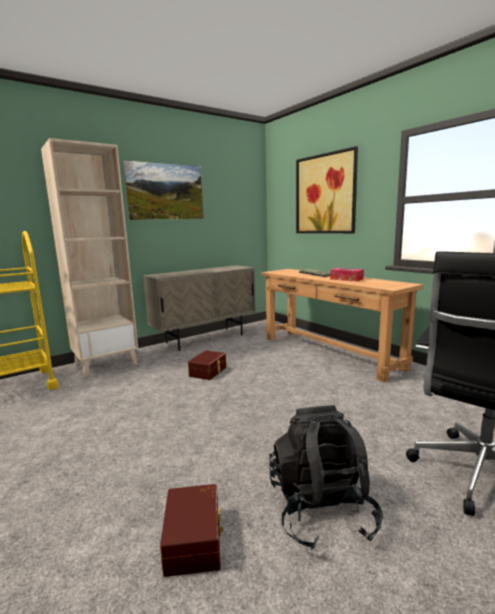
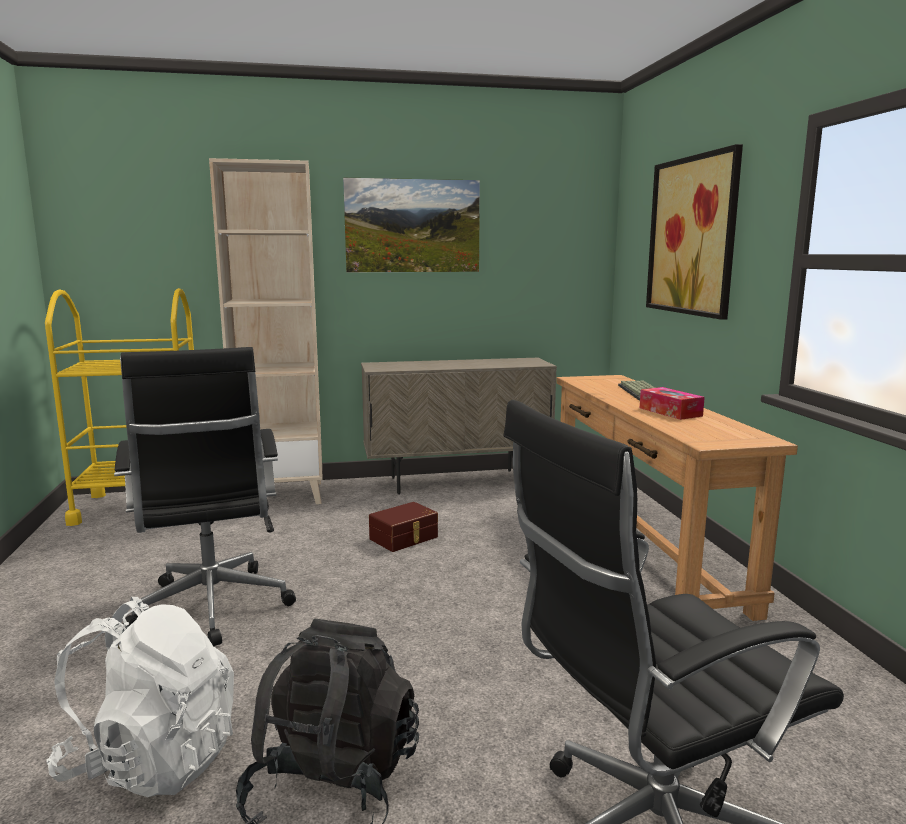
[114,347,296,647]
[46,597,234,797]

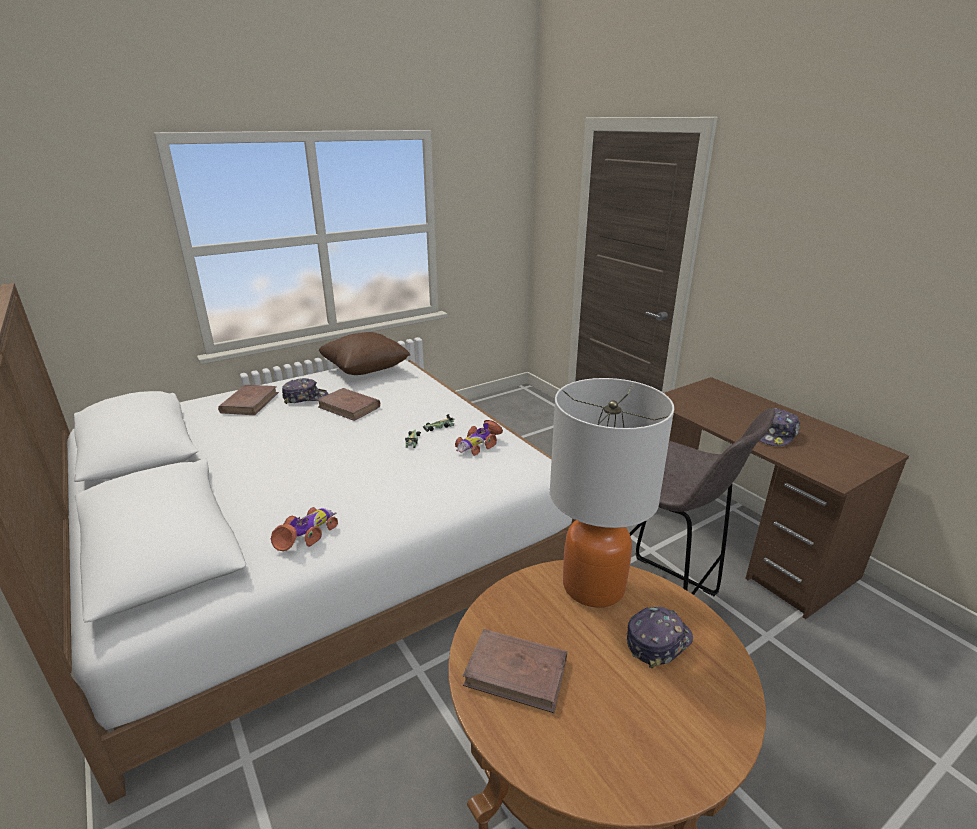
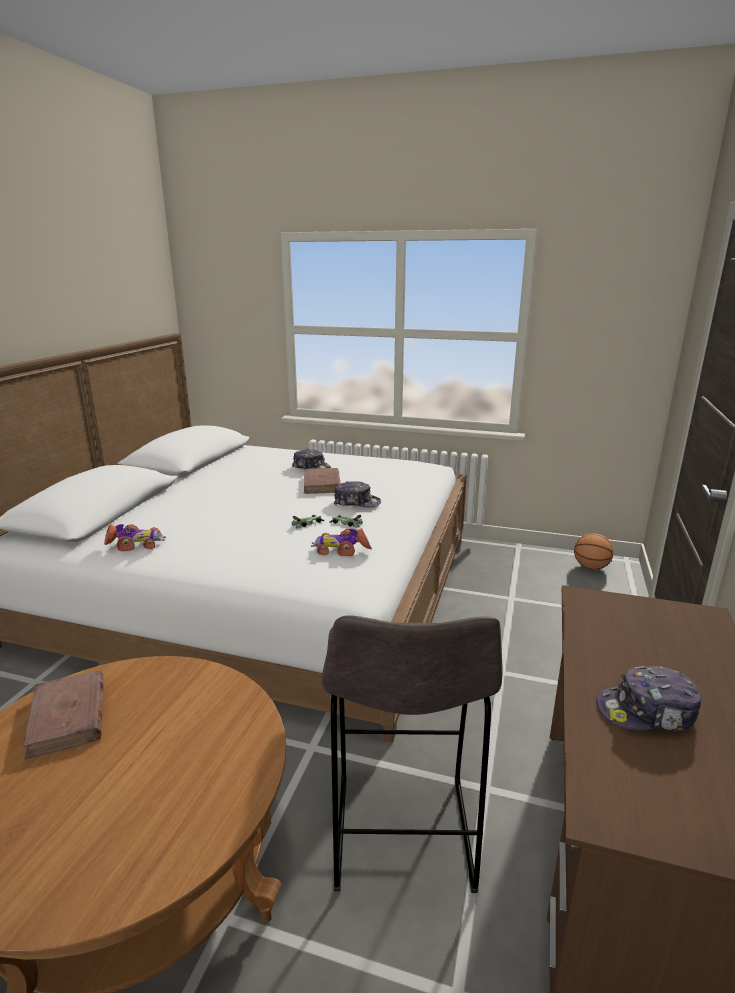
[218,385,279,415] (first image)
[319,332,410,375] (first image)
[550,378,674,608] (first image)
[574,533,614,570]
[334,481,381,507]

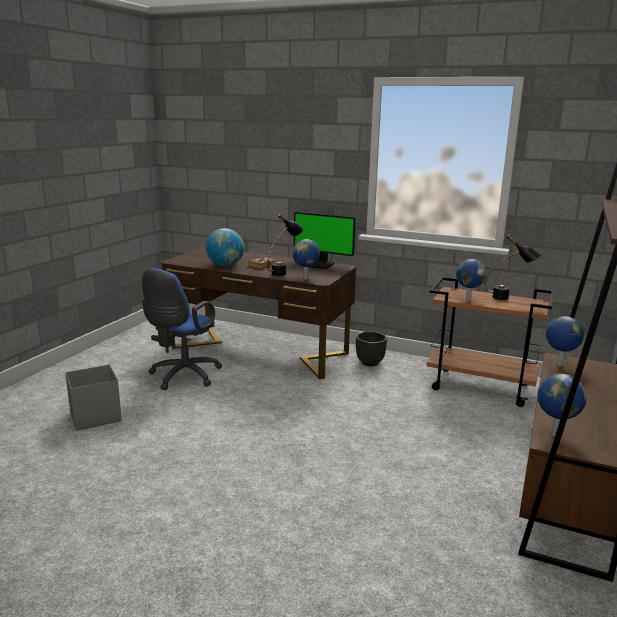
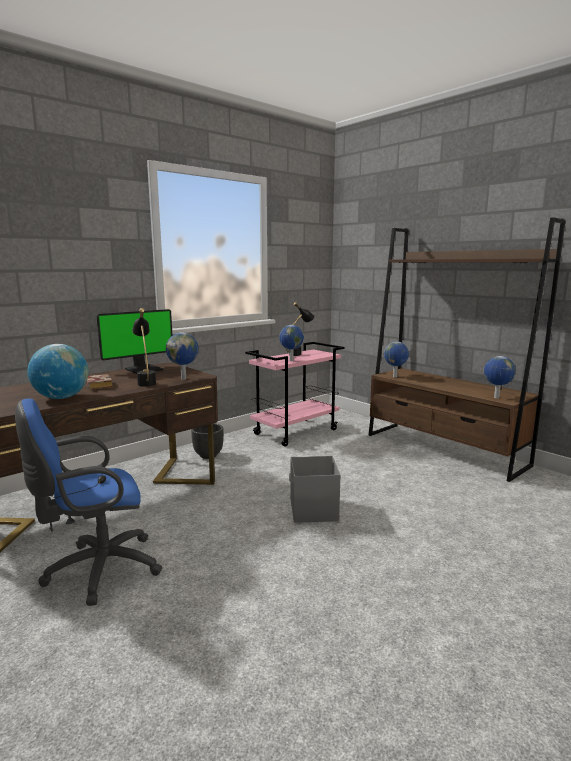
[289,456,340,523]
[245,342,344,447]
[15,398,162,606]

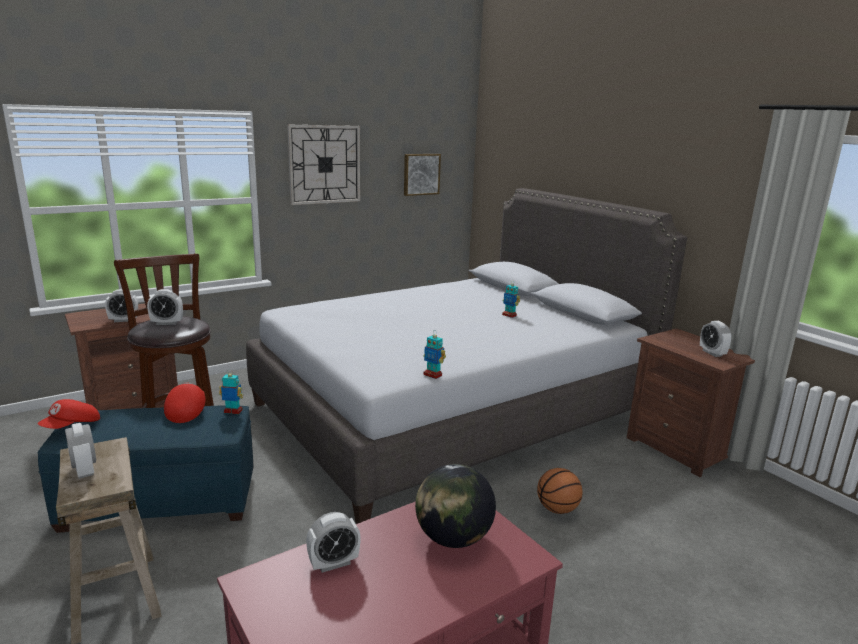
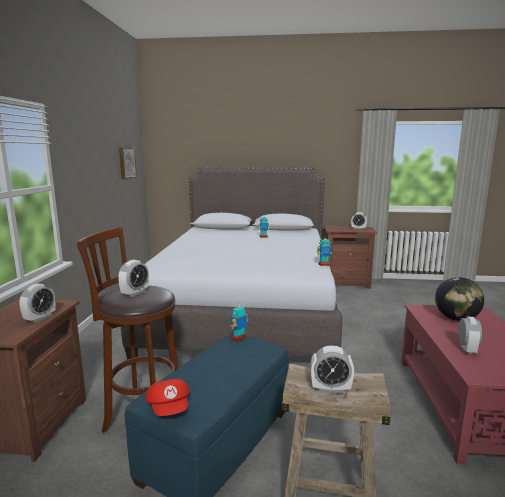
[164,383,206,423] (first image)
[287,125,360,205] (first image)
[537,468,583,514] (first image)

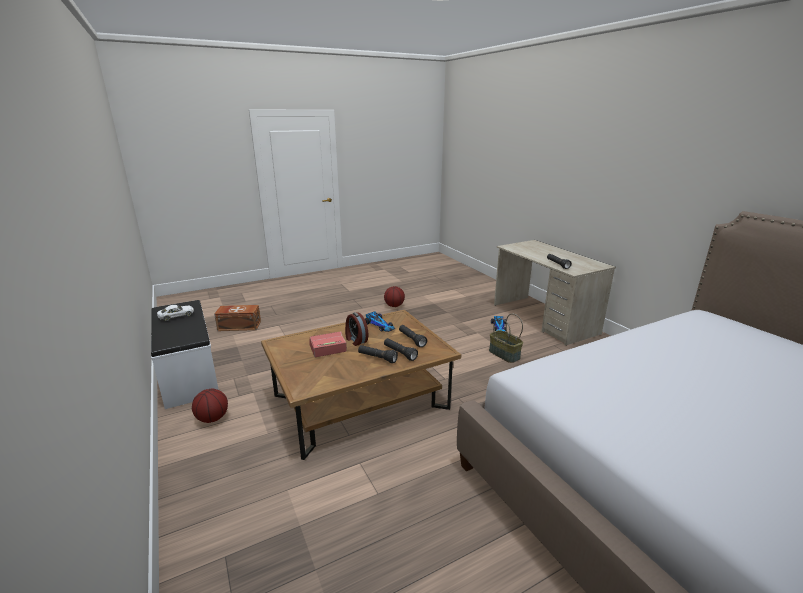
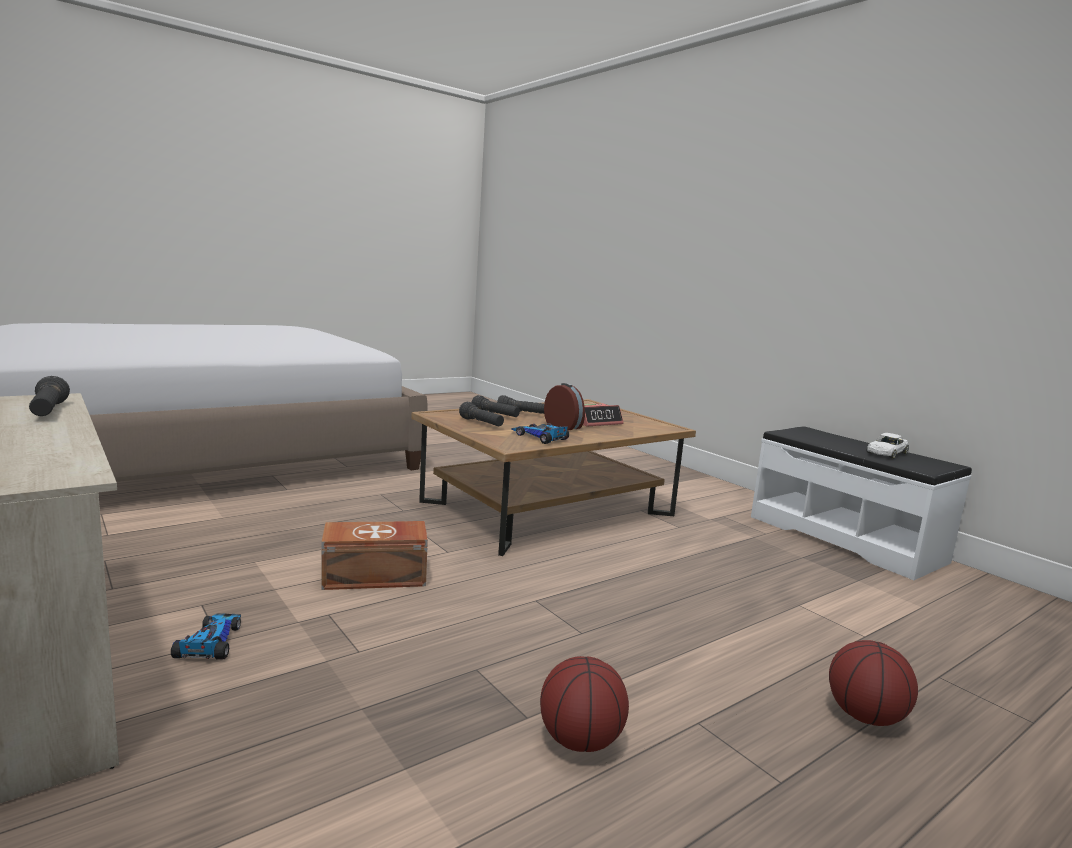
[489,314,523,363] (first image)
[829,640,918,726]
[321,521,428,590]

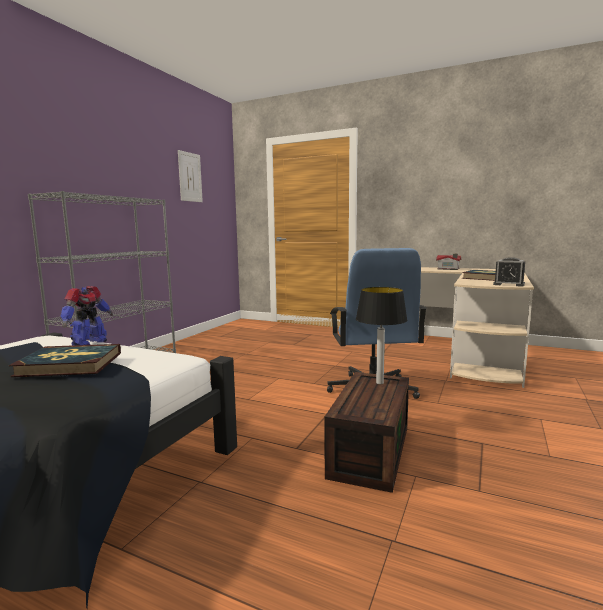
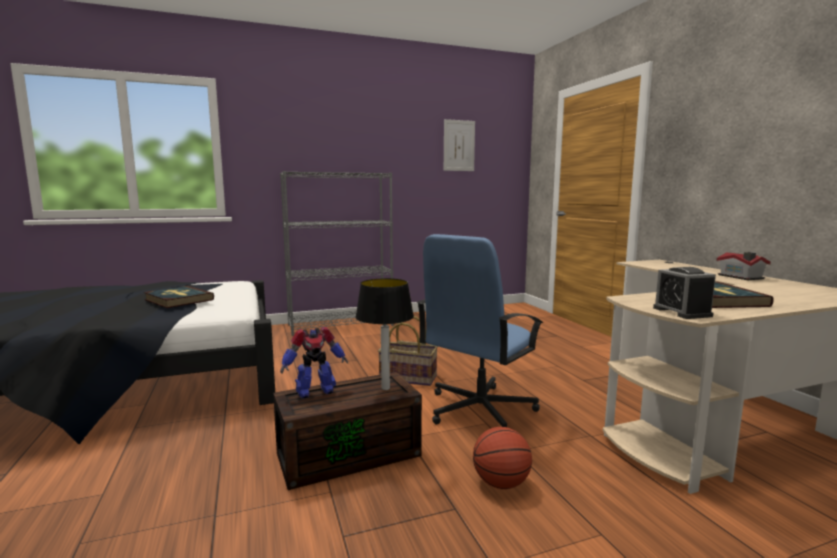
[378,316,438,386]
[473,427,532,489]
[280,327,348,398]

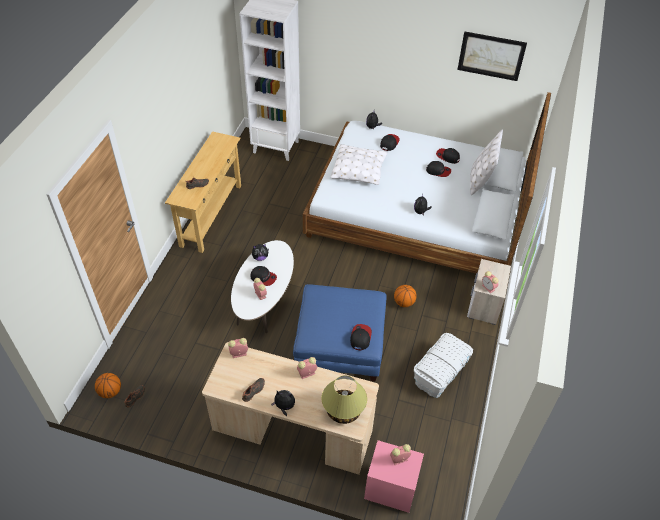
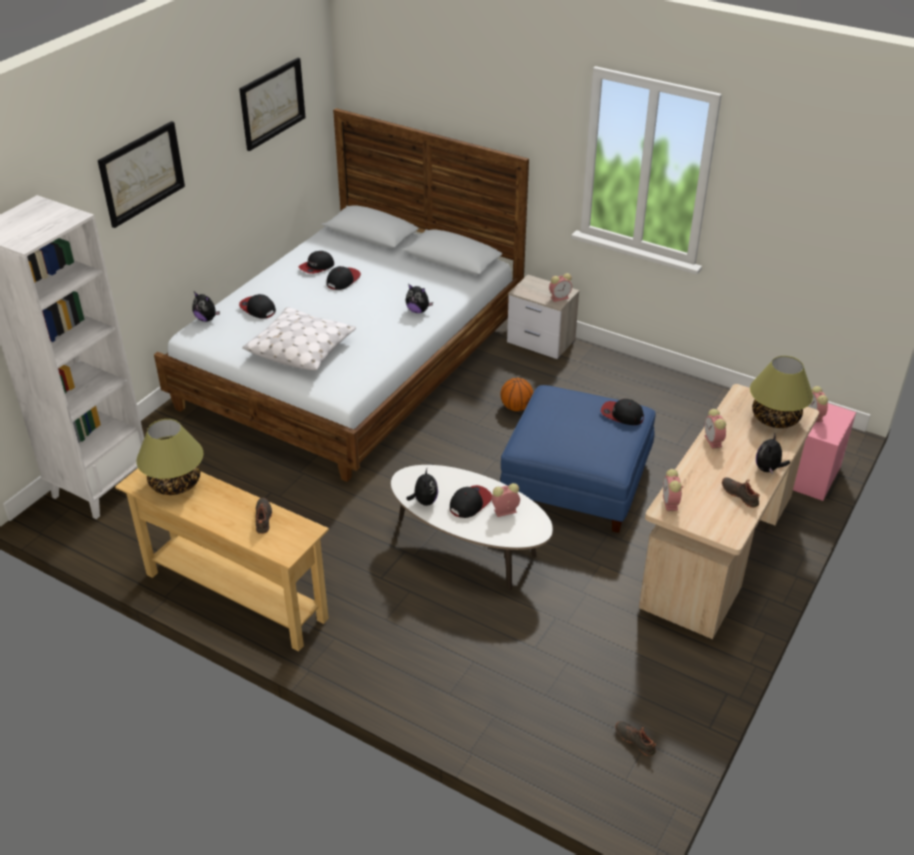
[95,373,121,398] (first image)
[414,333,473,398] (first image)
[470,129,503,195] (first image)
[98,121,185,228]
[136,419,204,495]

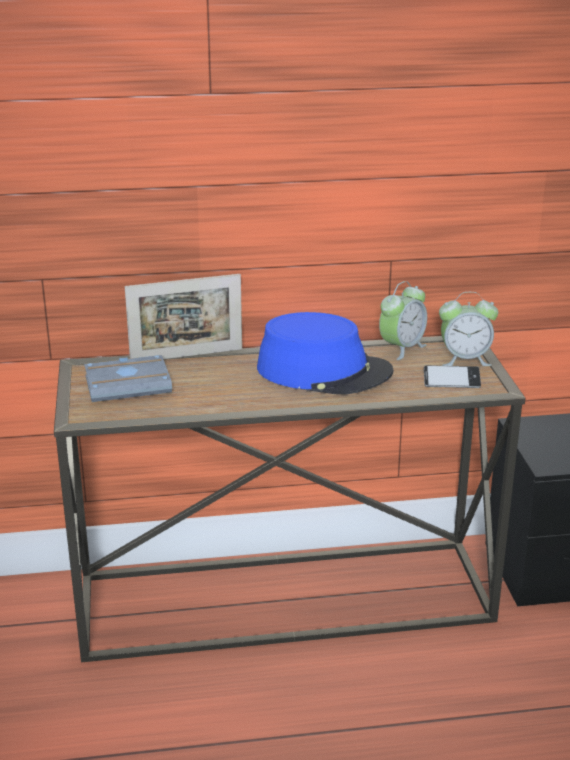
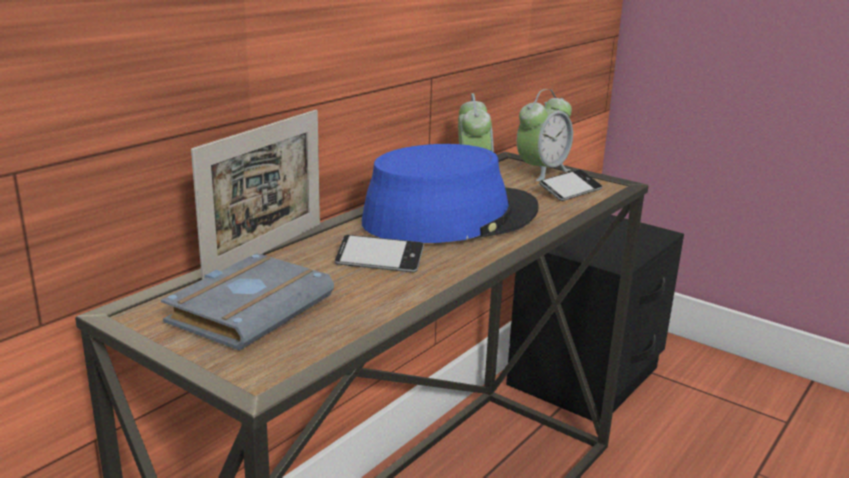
[335,235,424,272]

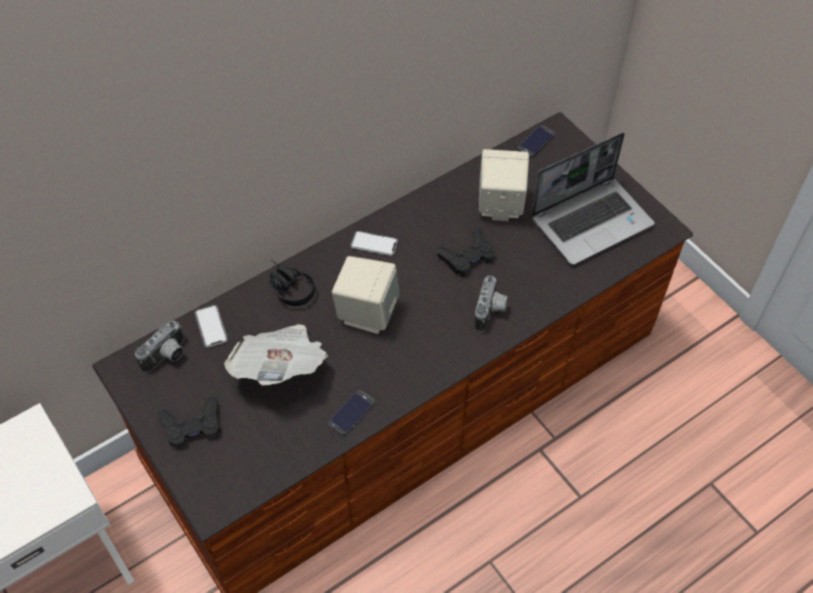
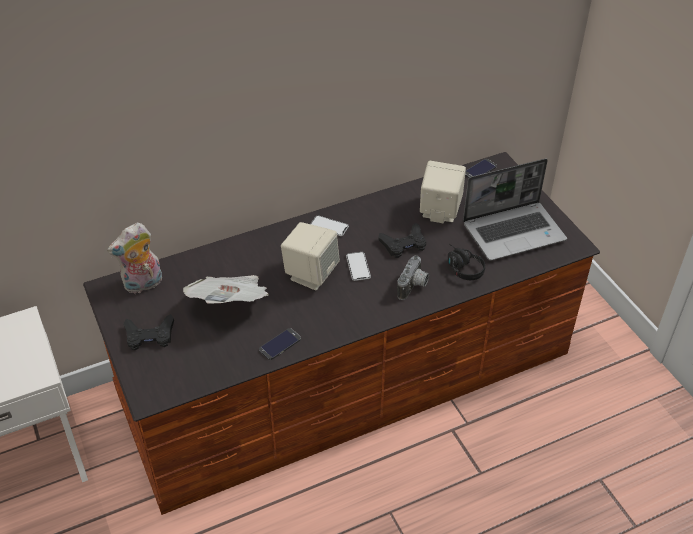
[346,252,371,281]
[448,244,485,280]
[107,223,162,293]

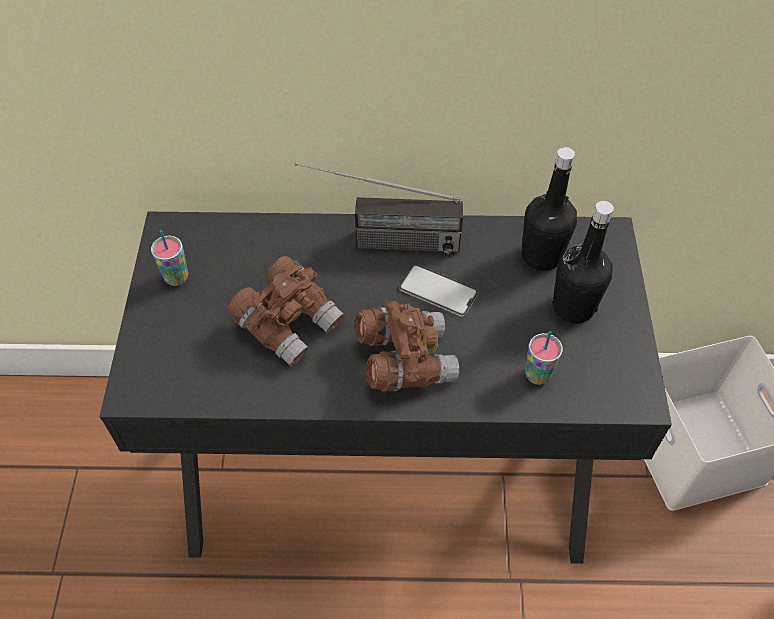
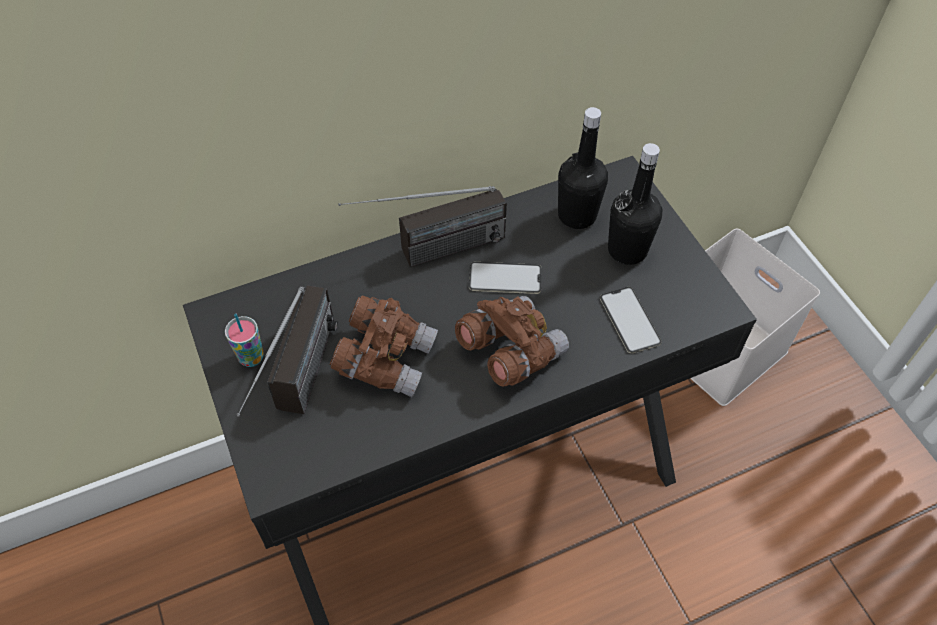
[237,286,338,417]
[600,287,662,354]

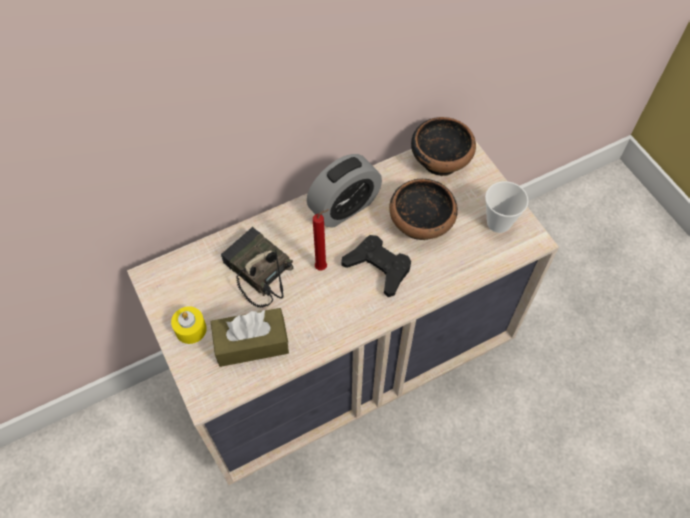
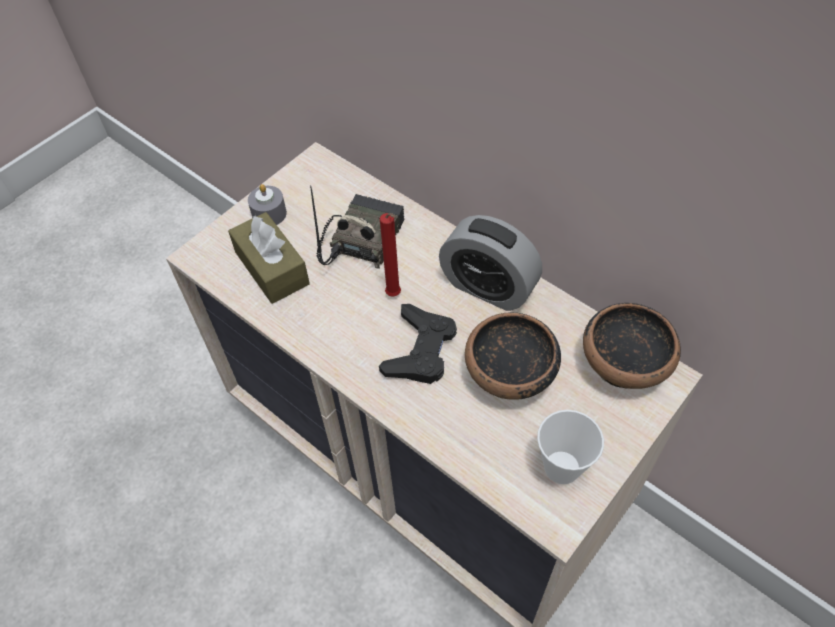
[248,184,287,225]

